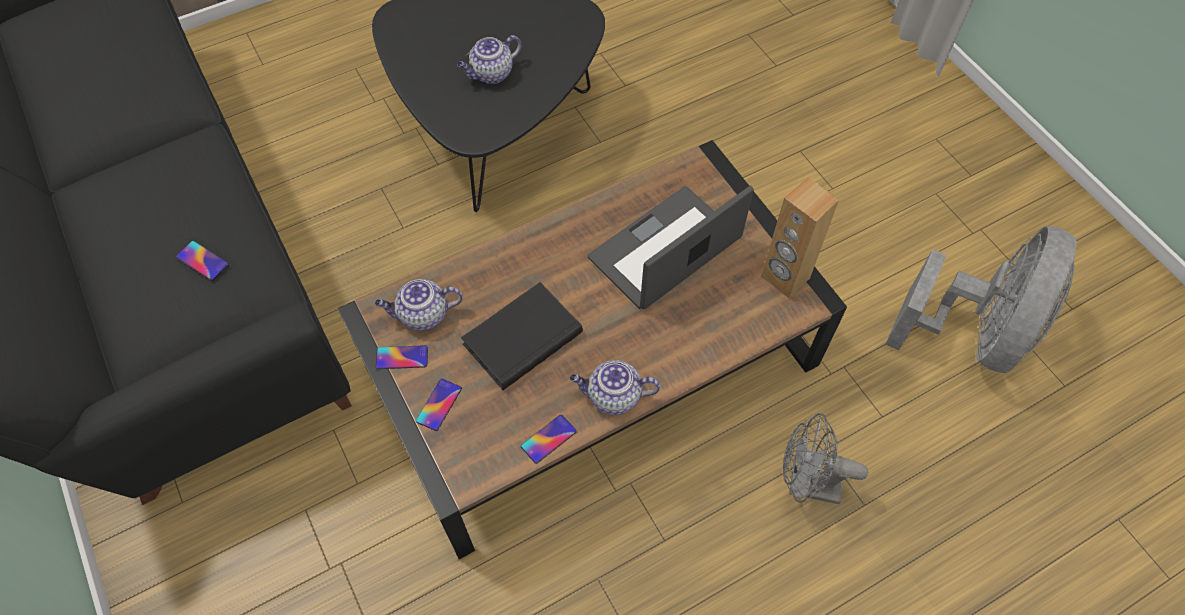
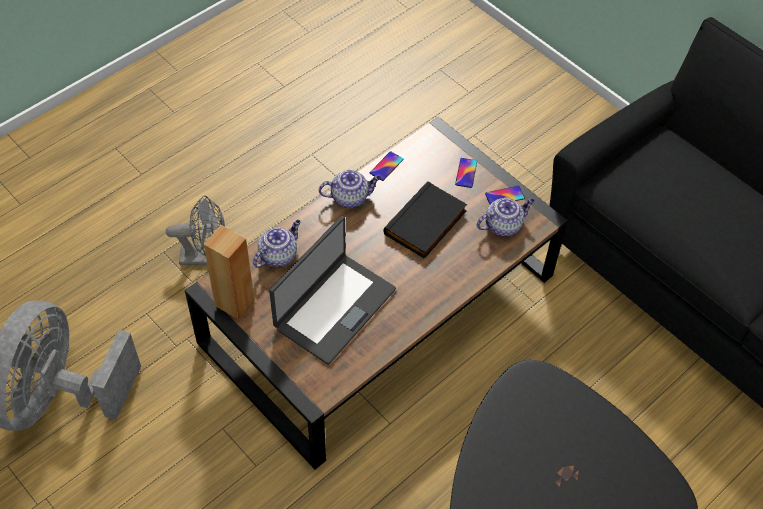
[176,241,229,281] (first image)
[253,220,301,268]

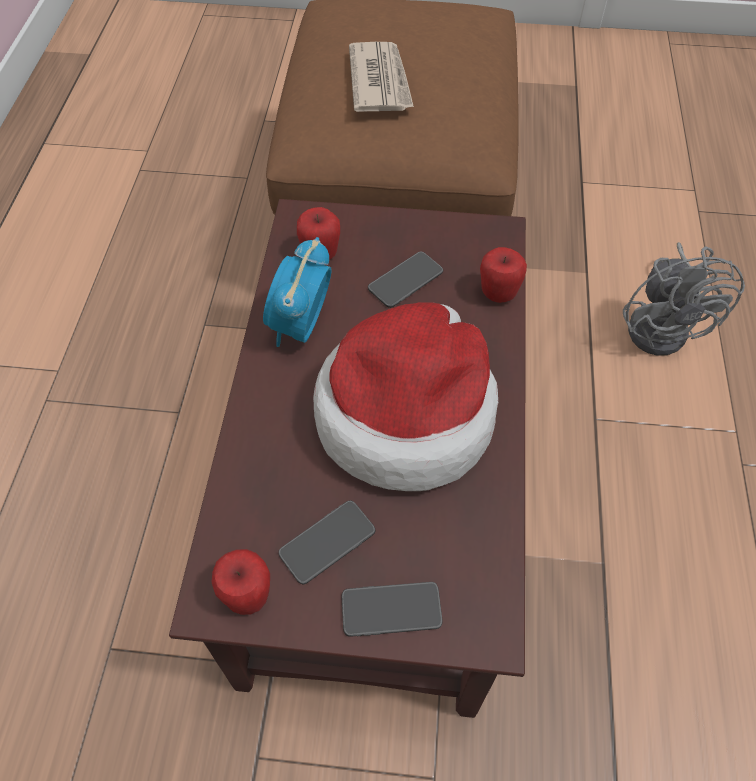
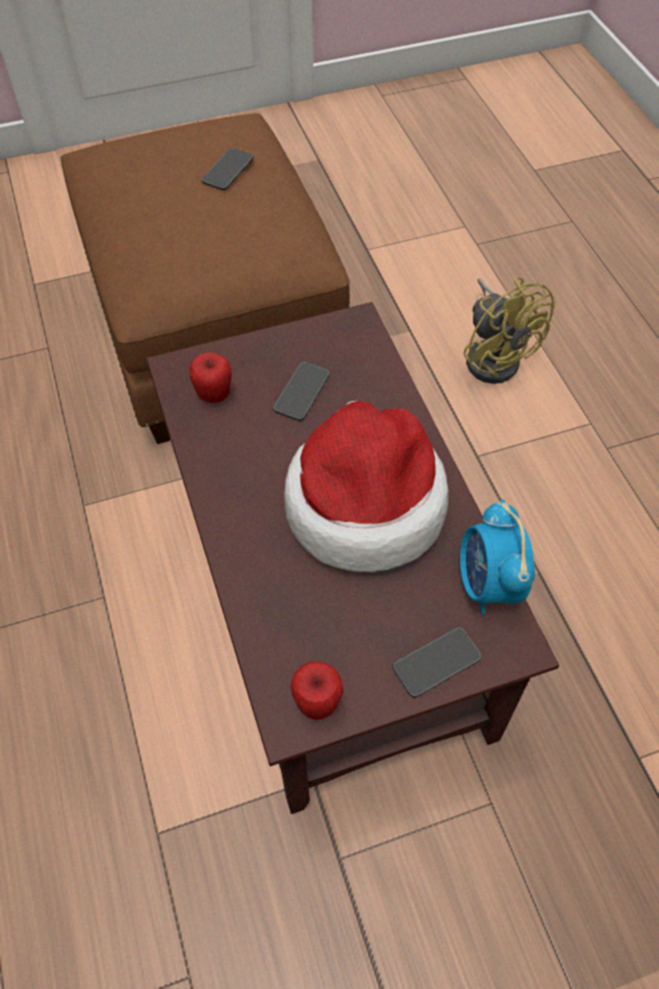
[349,42,414,112] (first image)
[480,247,527,303] (first image)
[460,499,535,615]
[201,148,254,190]
[464,277,556,384]

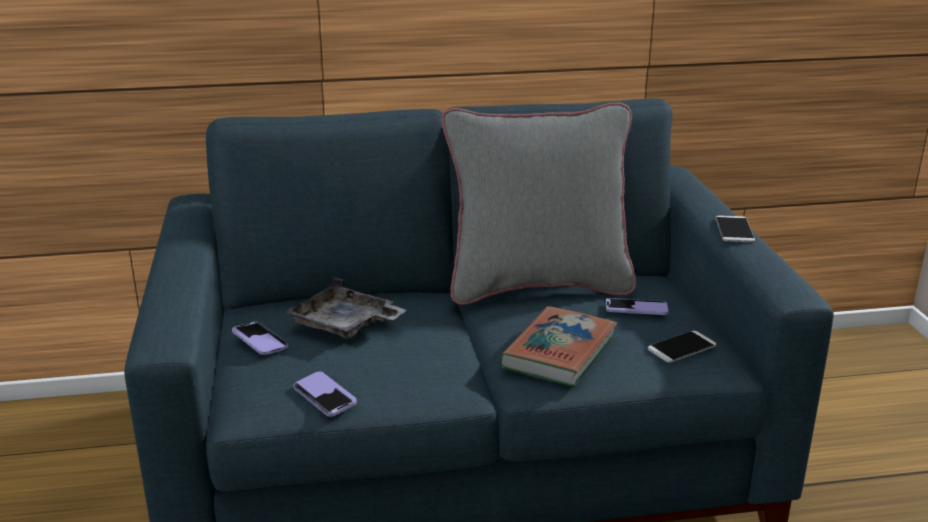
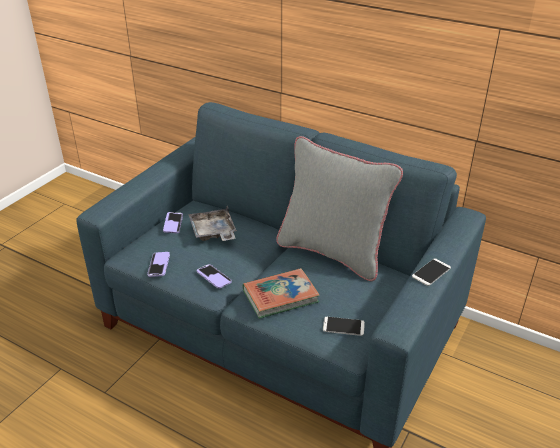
[197,264,232,288]

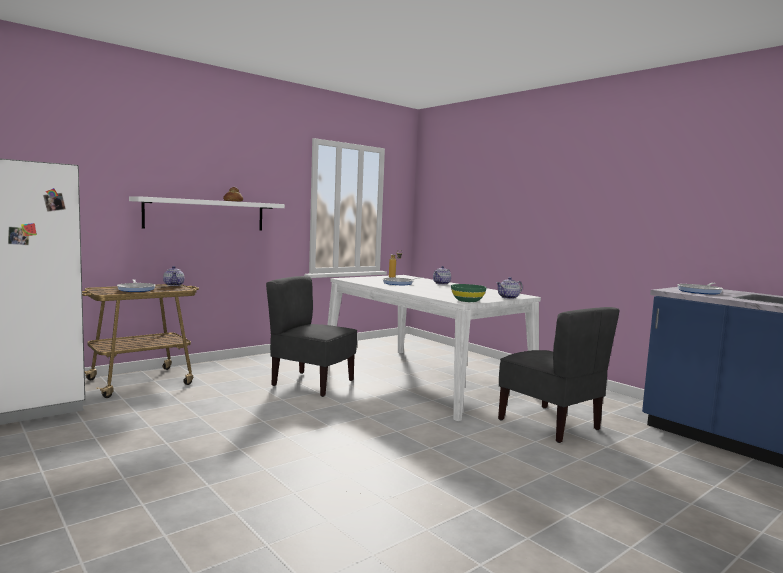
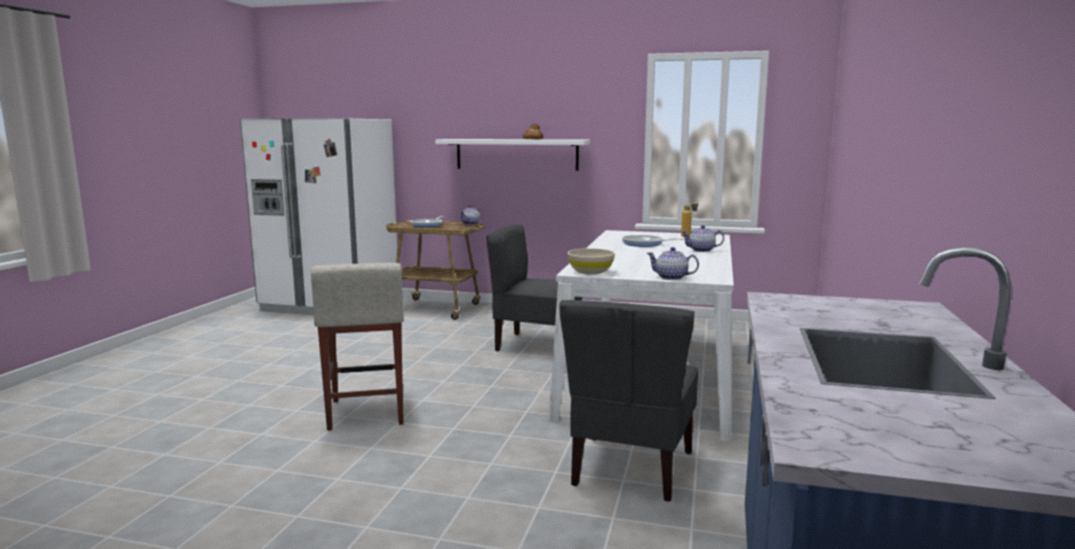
[678,283,723,294] (first image)
[311,263,404,431]
[567,248,615,275]
[487,224,582,351]

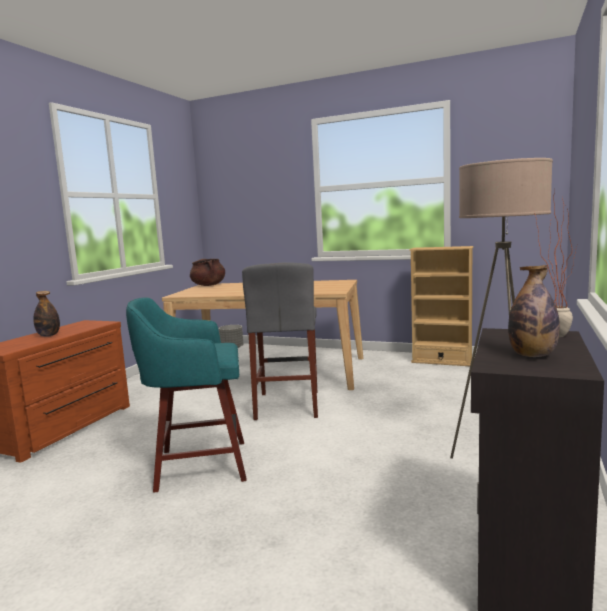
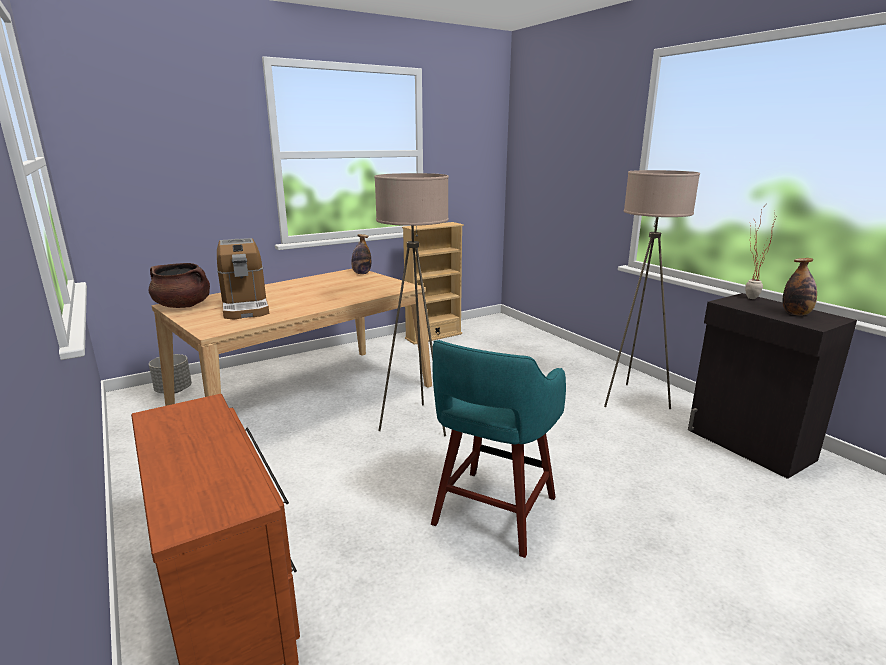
[217,238,269,320]
[351,234,371,274]
[374,173,449,436]

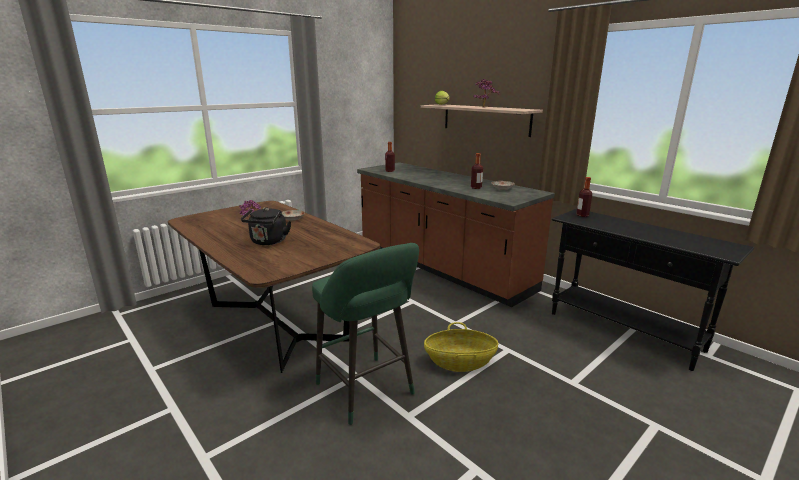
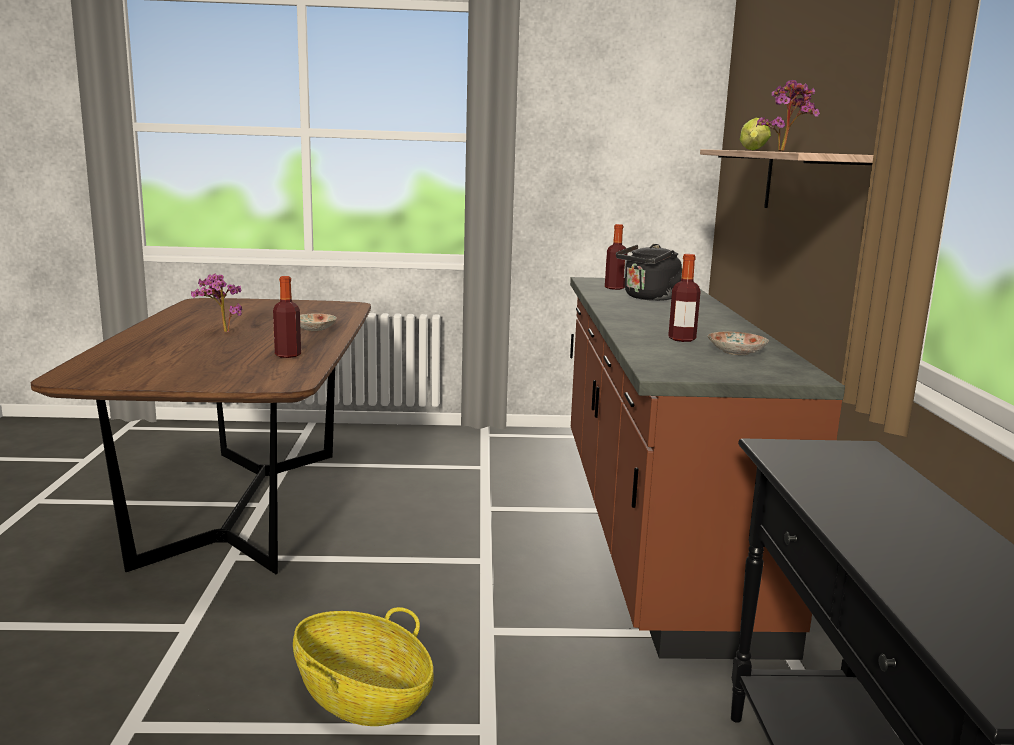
[312,243,419,425] (first image)
[616,244,682,301]
[273,276,301,358]

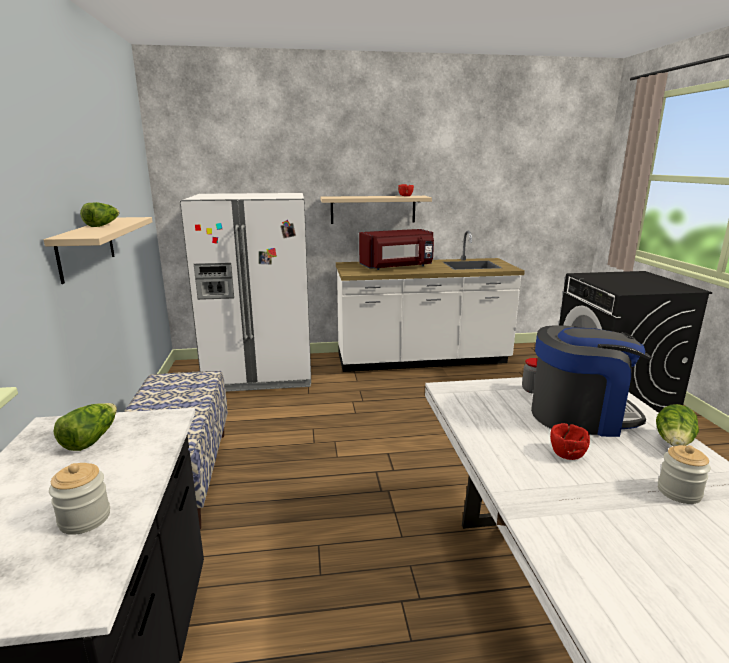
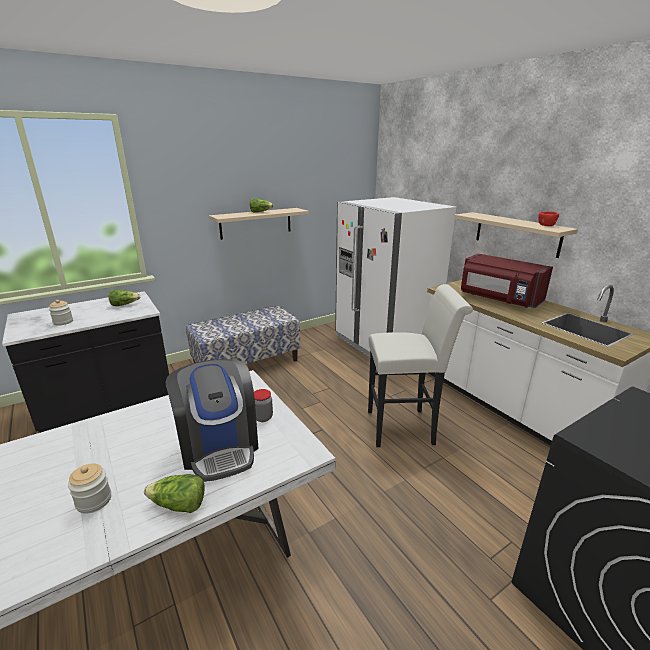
[550,423,590,460] (first image)
[368,284,473,447]

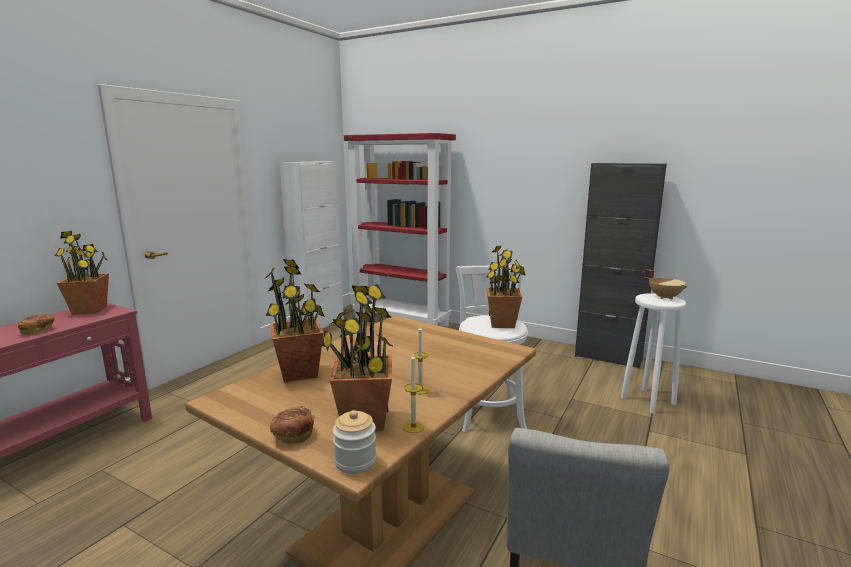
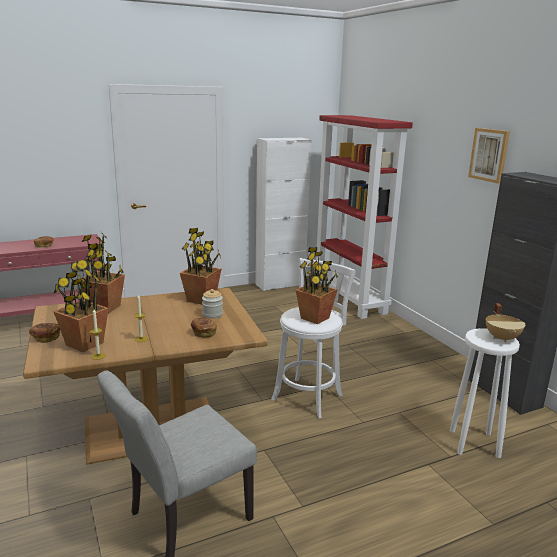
[191,317,217,338]
[468,128,510,184]
[180,228,222,305]
[202,289,223,319]

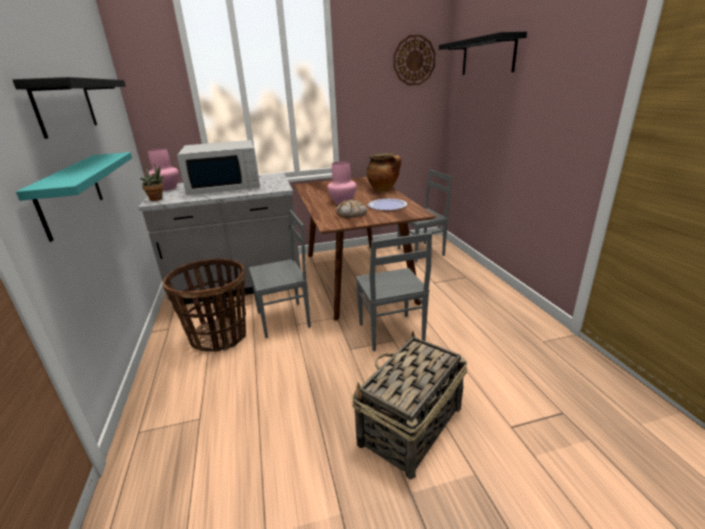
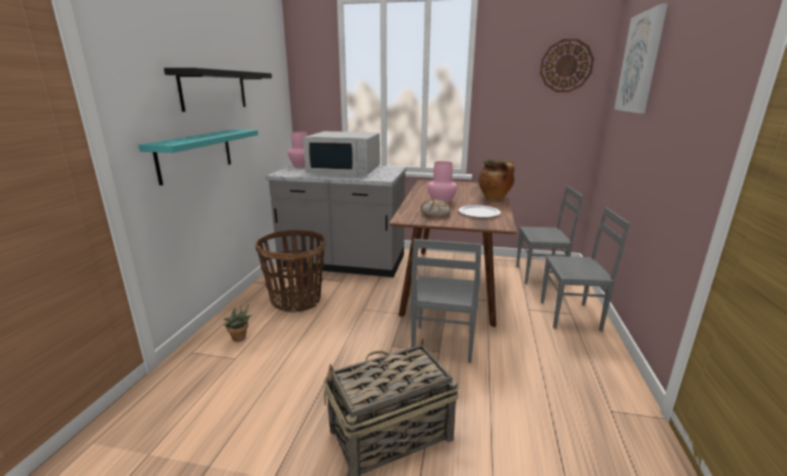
[224,304,252,342]
[541,207,630,331]
[614,3,668,113]

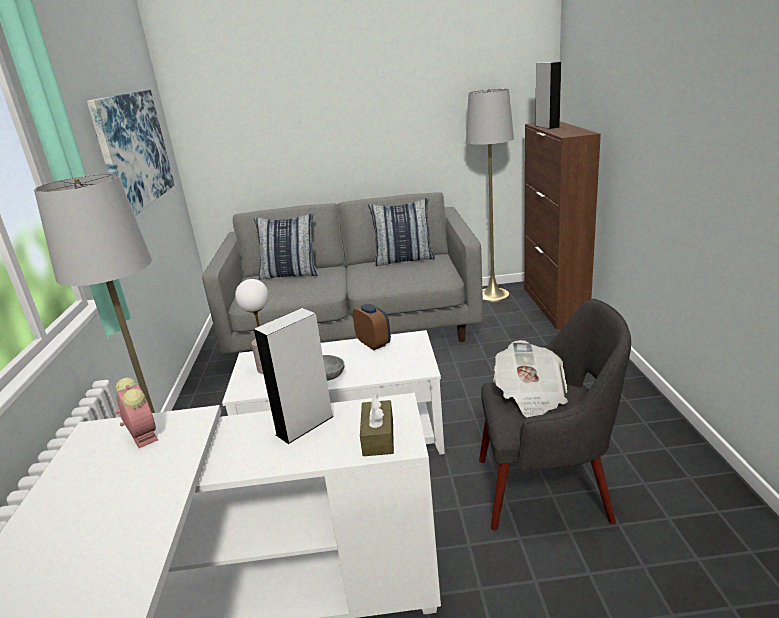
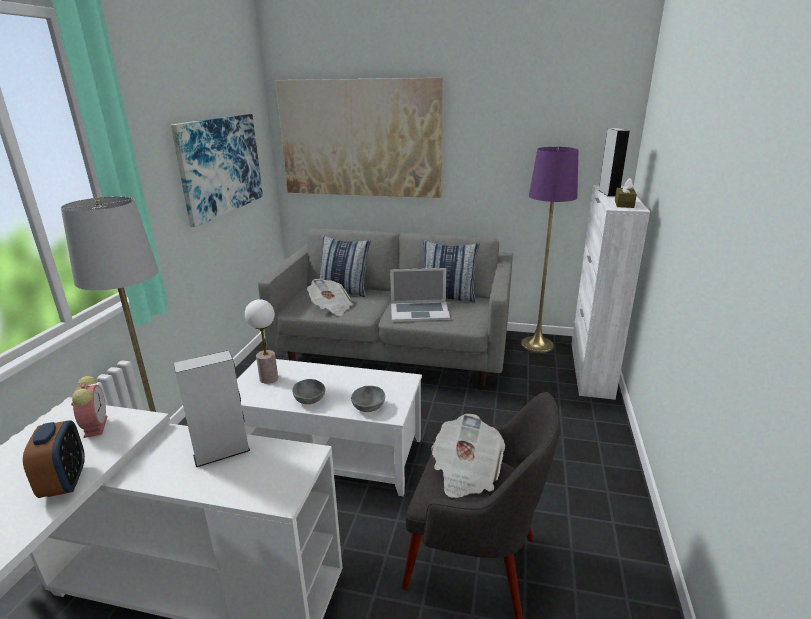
[275,78,443,198]
[307,279,353,316]
[351,386,385,412]
[390,268,450,322]
[23,420,85,498]
[615,178,637,208]
[521,147,579,353]
[572,186,650,400]

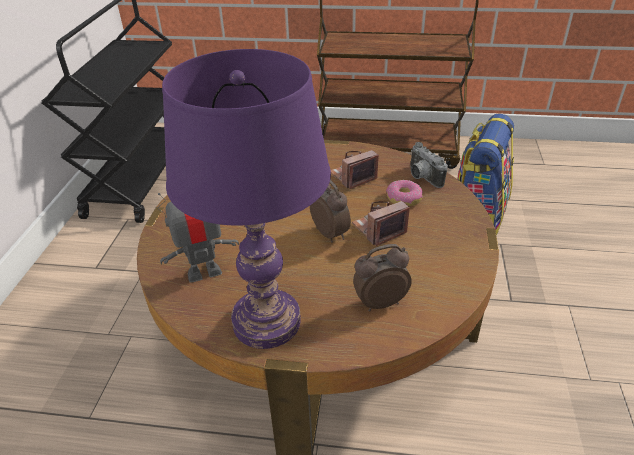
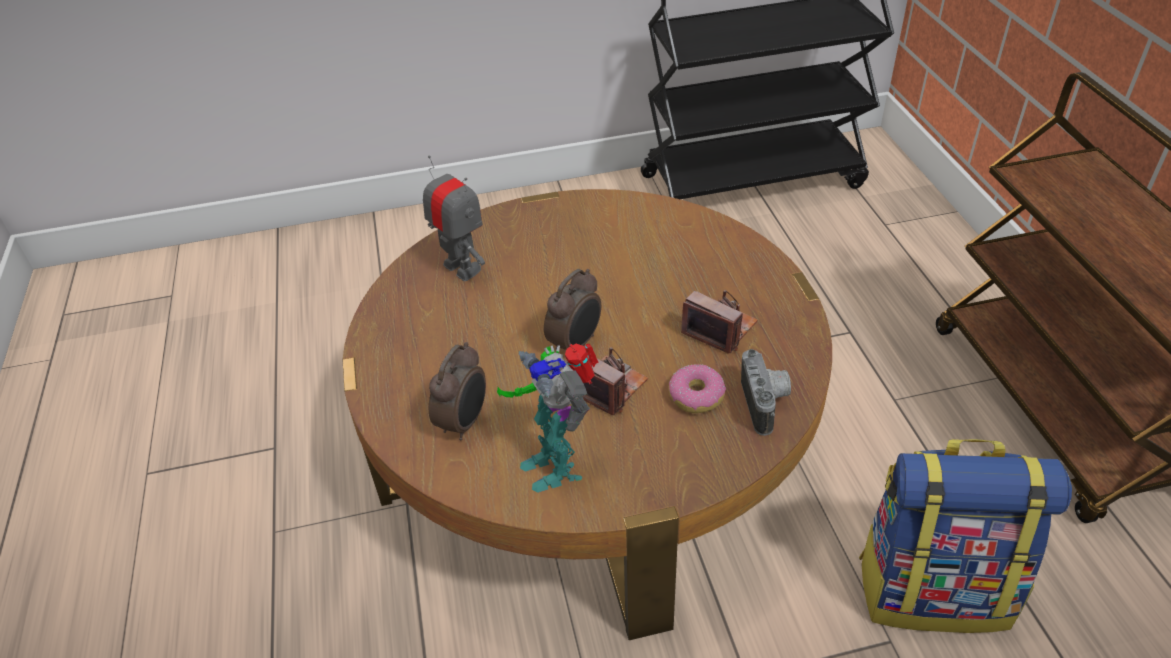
[162,49,331,349] (first image)
[497,344,599,493]
[429,342,486,441]
[741,349,791,436]

